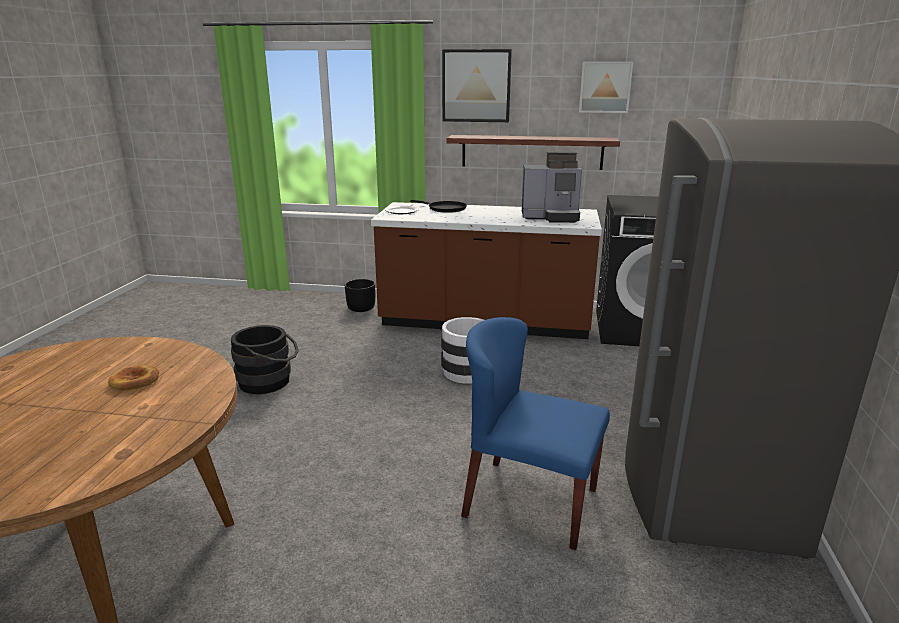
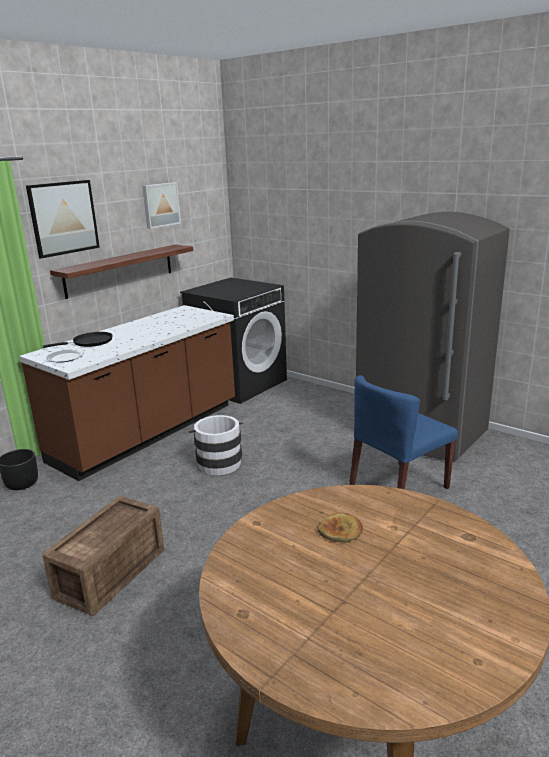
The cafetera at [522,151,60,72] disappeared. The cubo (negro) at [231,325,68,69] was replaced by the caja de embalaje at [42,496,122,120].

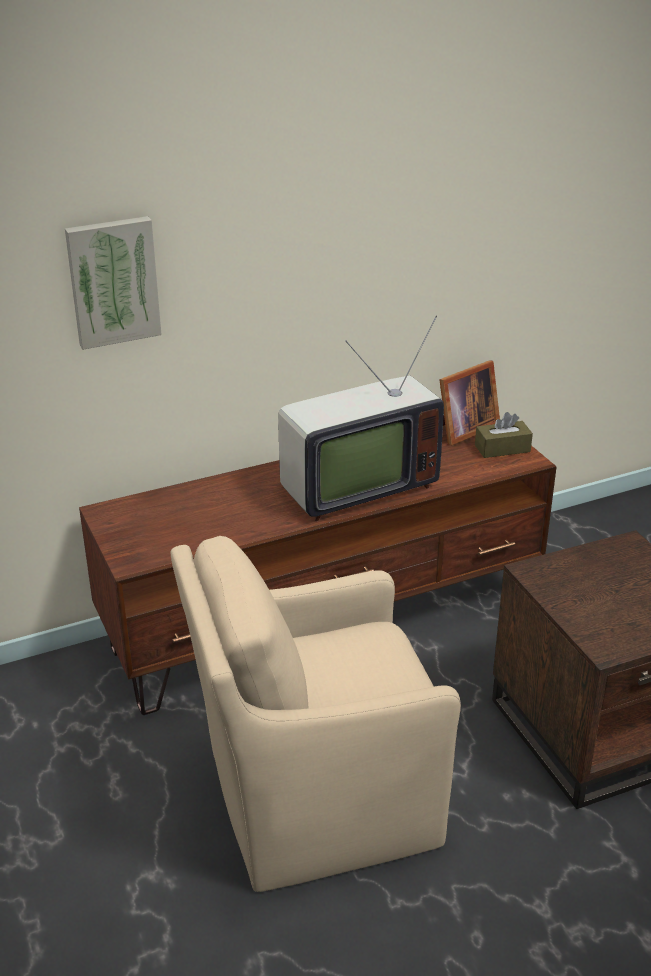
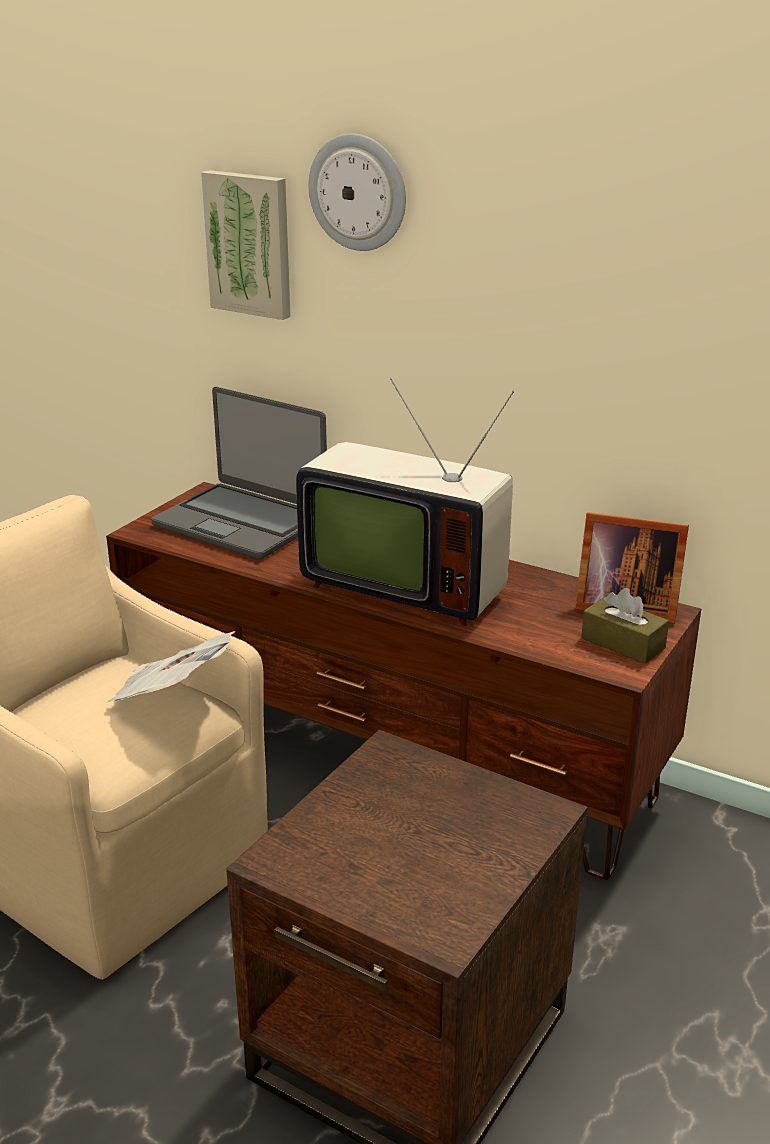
The periódico at [107,631,129,72] appeared. The portátil at [151,387,176,173] appeared. The reloj de pared at [309,133,97,118] appeared.

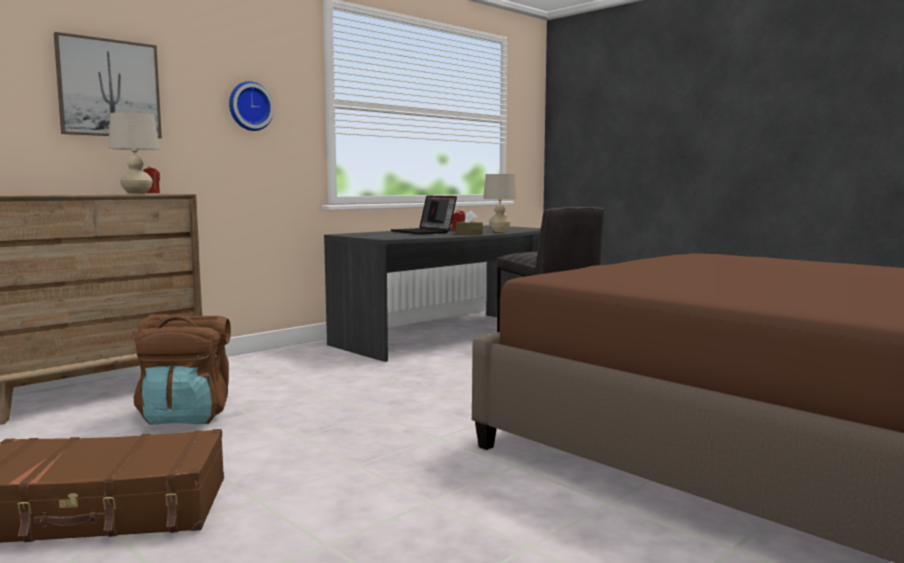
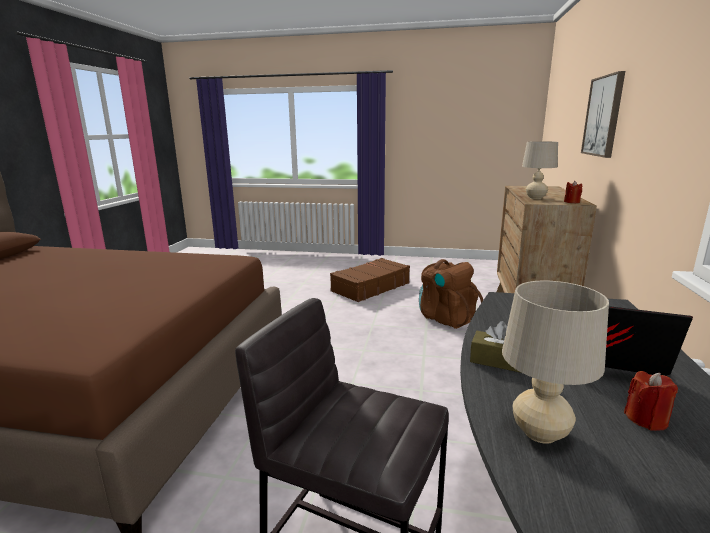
The reloj de pared at [229,81,45,50] disappeared.

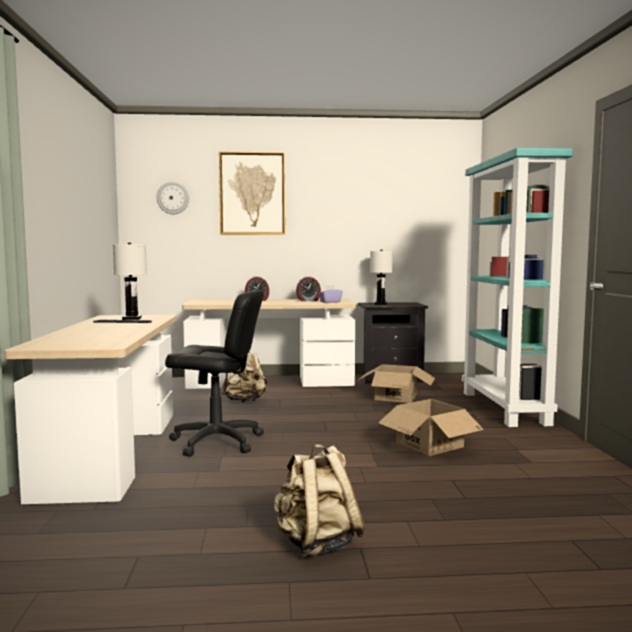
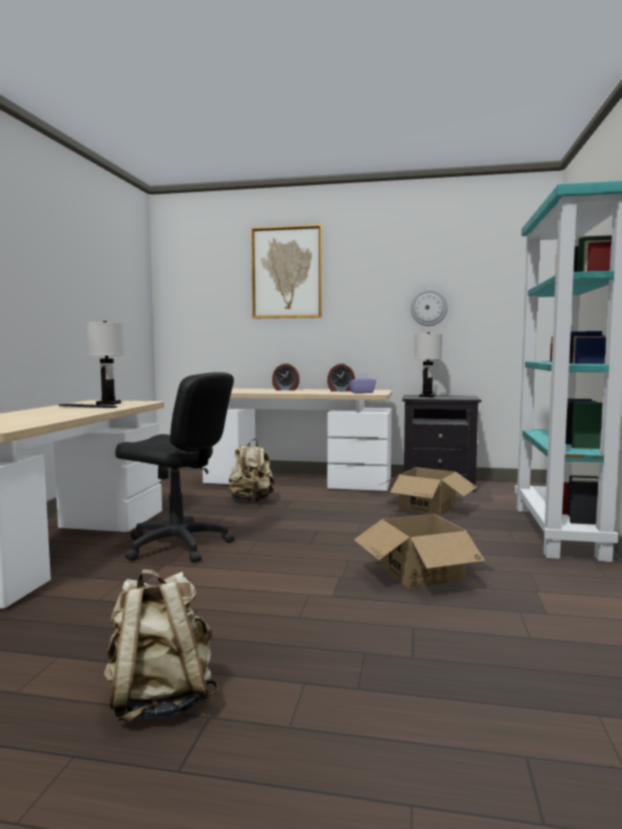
The reloj de pared moved from [157,182,32,32] to [410,289,38,37].

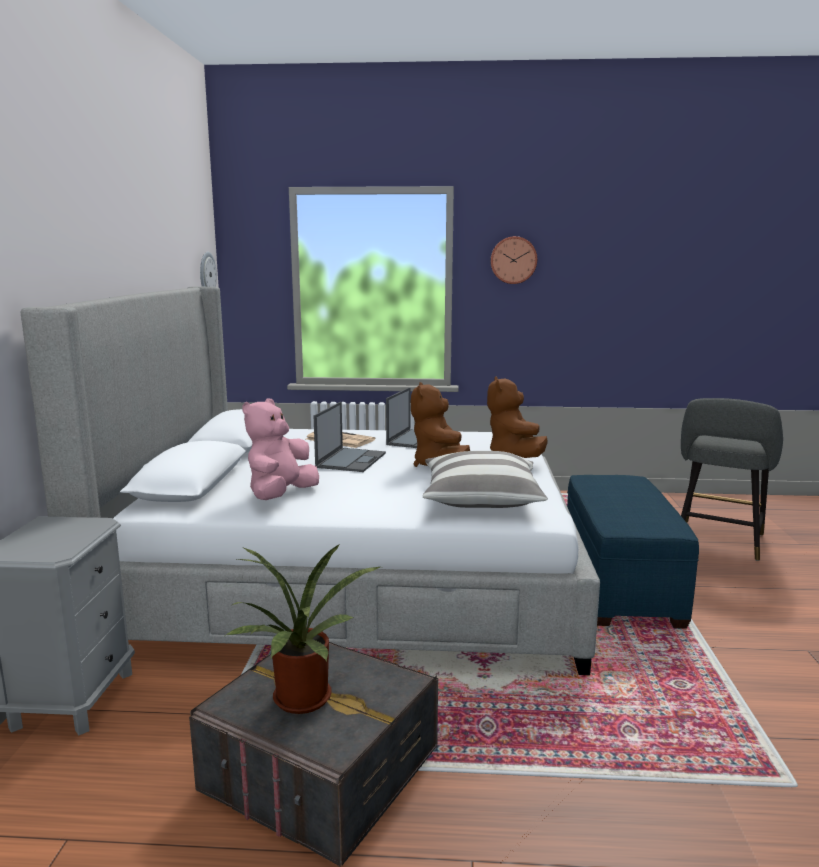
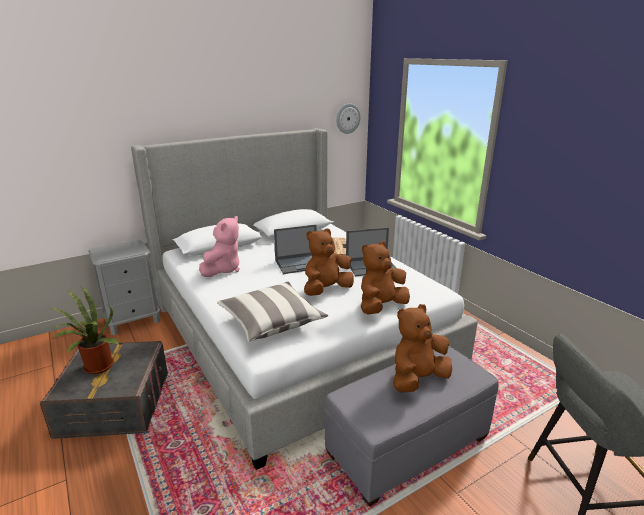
The reloj de pared at [490,236,47,48] disappeared. The peluche (marrón) at [393,304,59,88] appeared. The puf (azul) at [567,475,132,154] became the puf (gris) at [325,346,173,161]. The peluche (rosa) at [242,399,77,101] turned 120 degrees clockwise.

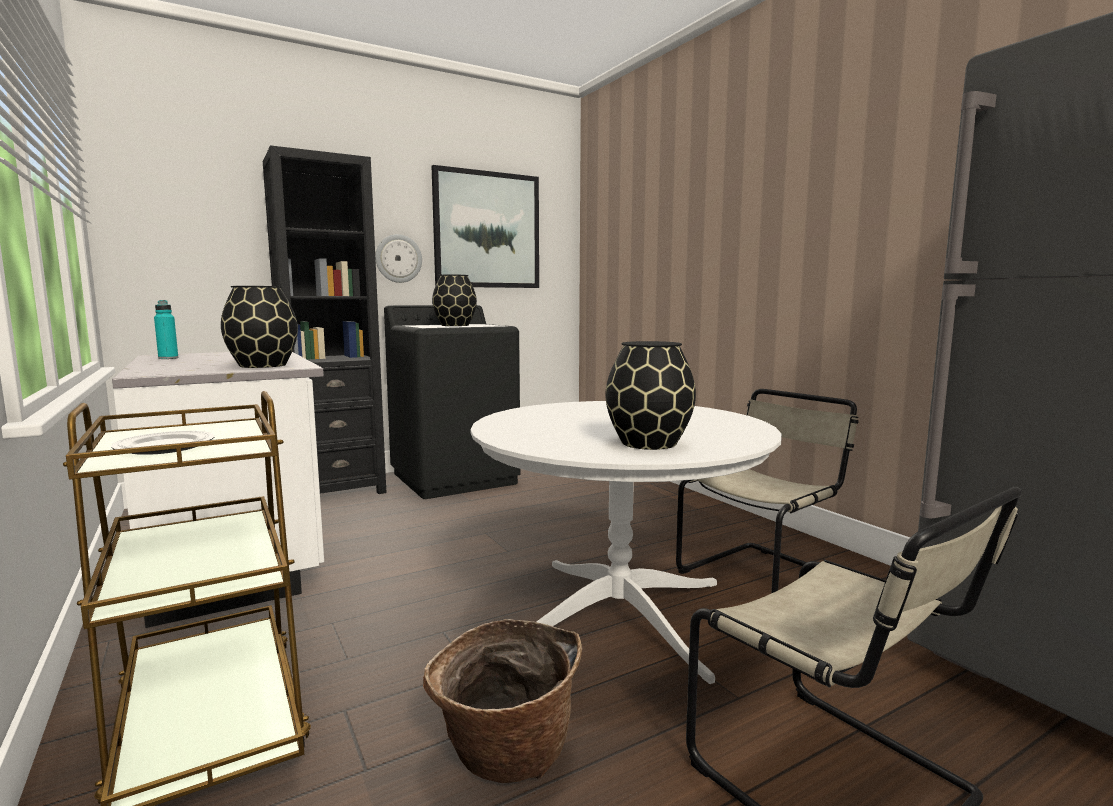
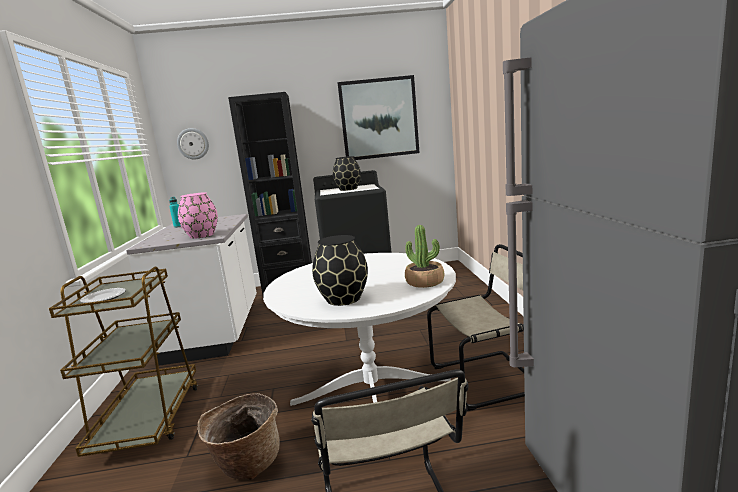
The planta en maceta at [405,225,39,63] appeared. The reloj de pared moved from [375,234,47,49] to [177,128,32,32]. The florero (negro) at [221,286,77,82] became the florero (rosa) at [178,192,40,47].

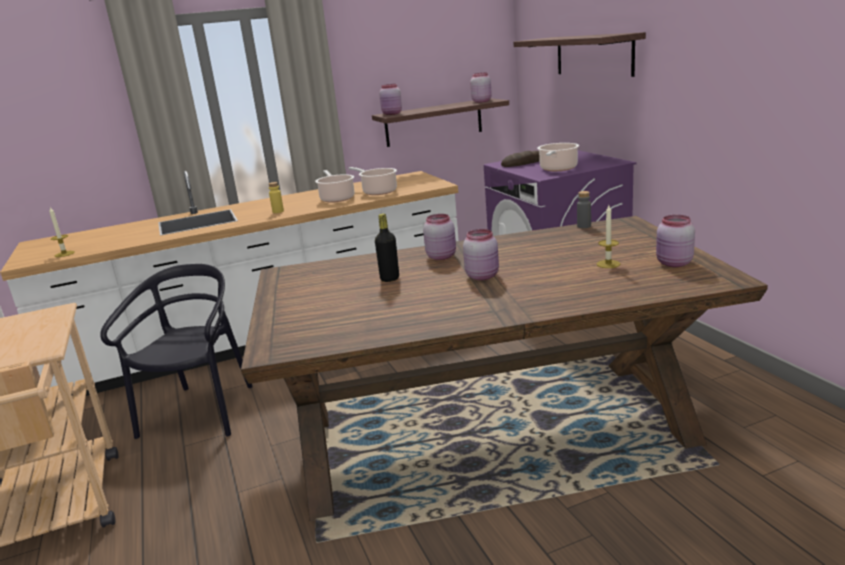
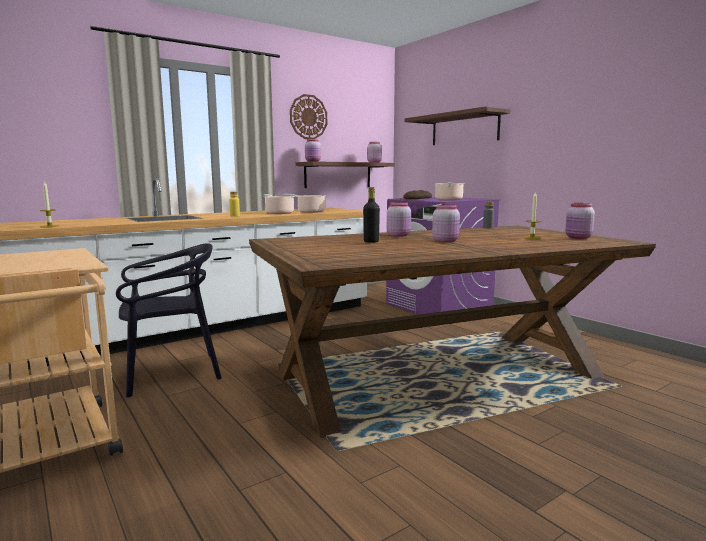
The reloj de pared at [290,94,37,45] appeared. The silla (negro) at [100,264,153,175] turned 75 degrees clockwise.

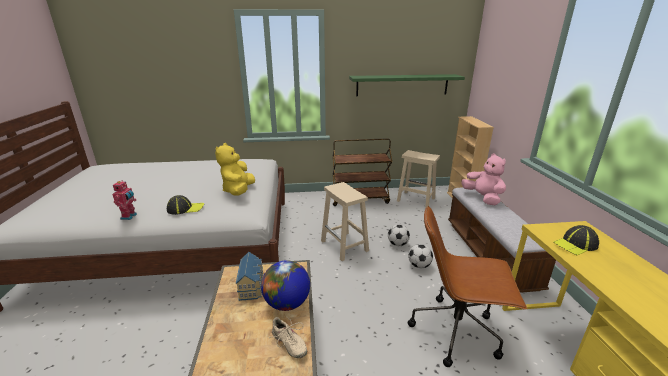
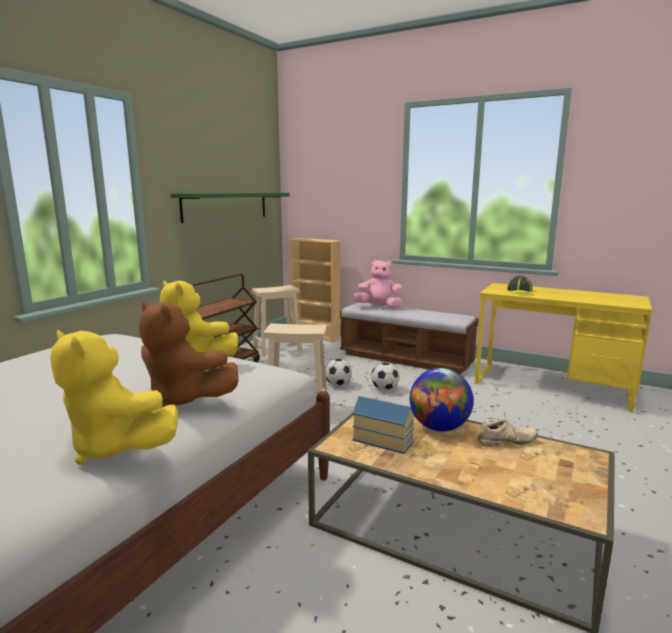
The silla de oficina (marrón) at [408,206,119,161] disappeared. The robot de juguete at [112,181,25,39] was replaced by the peluche (amarillo) at [50,330,128,135]. The gorra at [167,195,37,20] was replaced by the peluche (marrón) at [139,302,100,105].

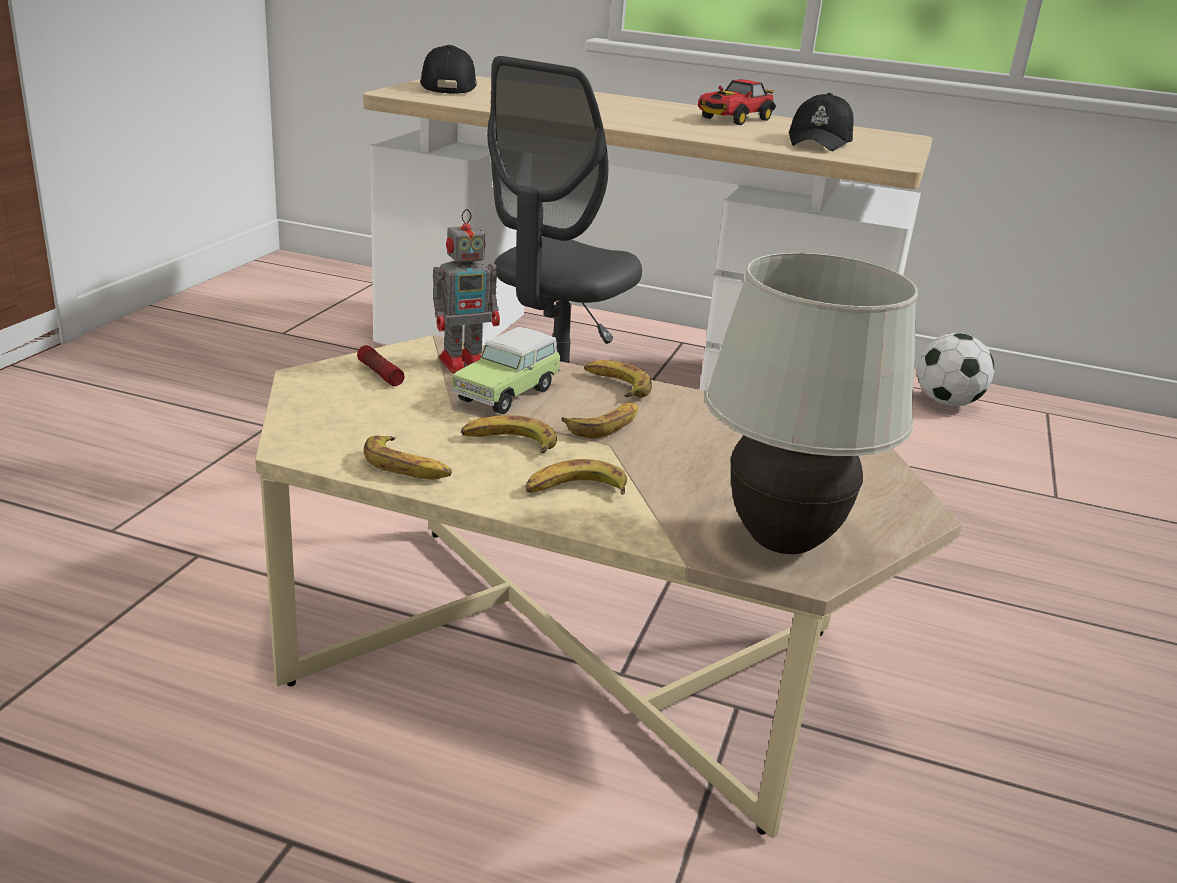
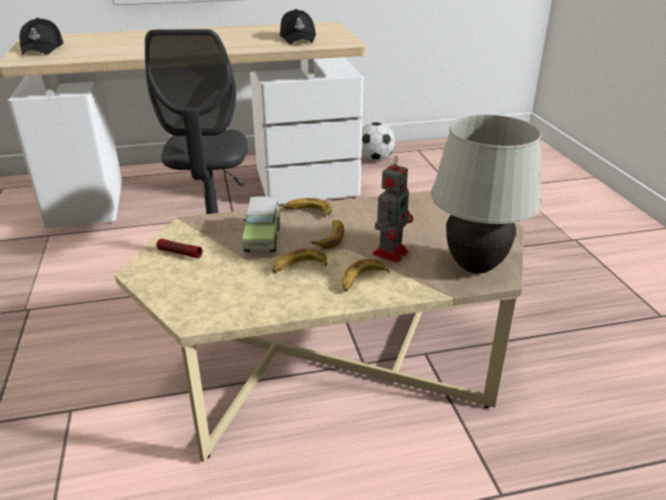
The plátano at [364,436,88,43] disappeared. The coche de juguete at [698,79,78,46] disappeared. The robot de juguete moved from [433,209,67,165] to [372,156,41,107]. The gorra (negro) at [420,45,57,49] turned 150 degrees counterclockwise.

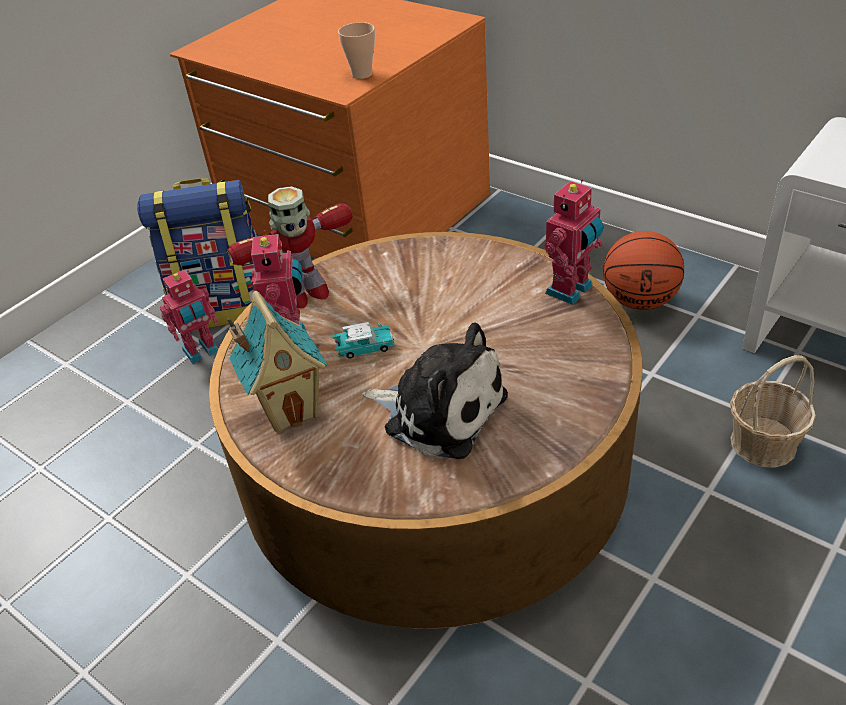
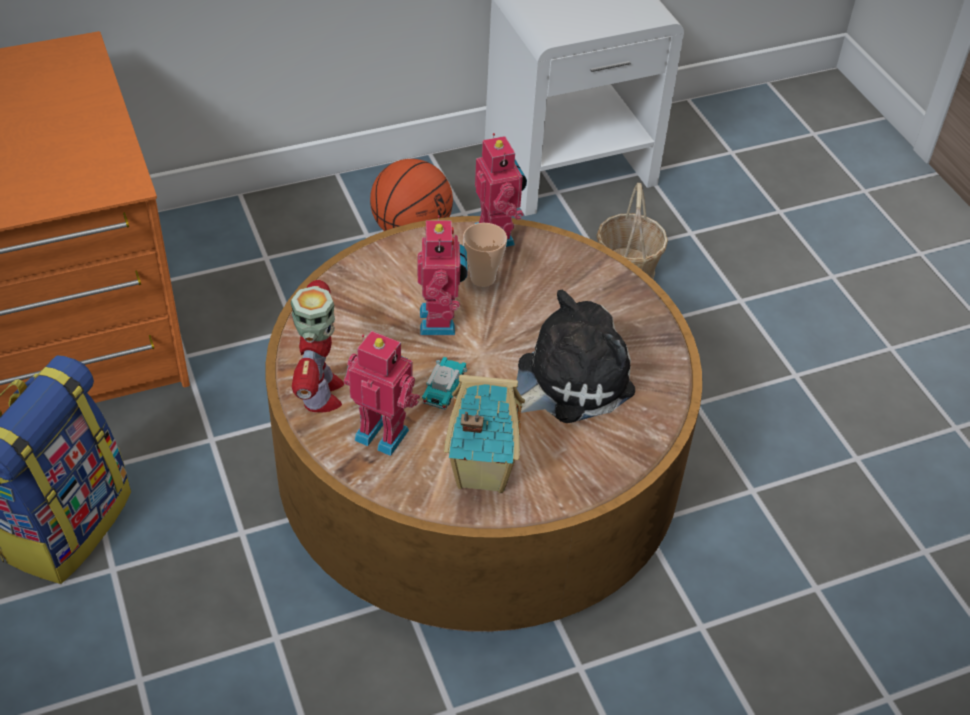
The robot de juguete moved from [160,270,58,94] to [418,215,50,120]. The taza moved from [338,22,37,57] to [463,223,44,64].

